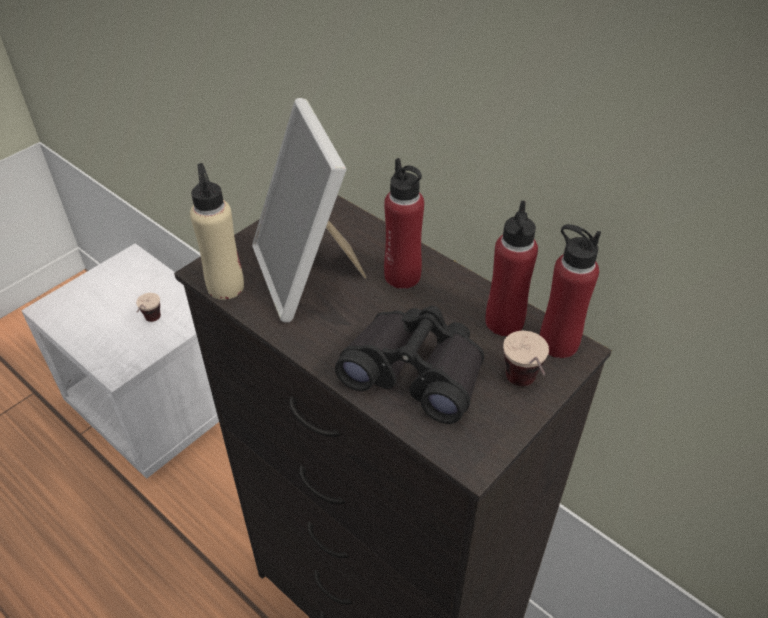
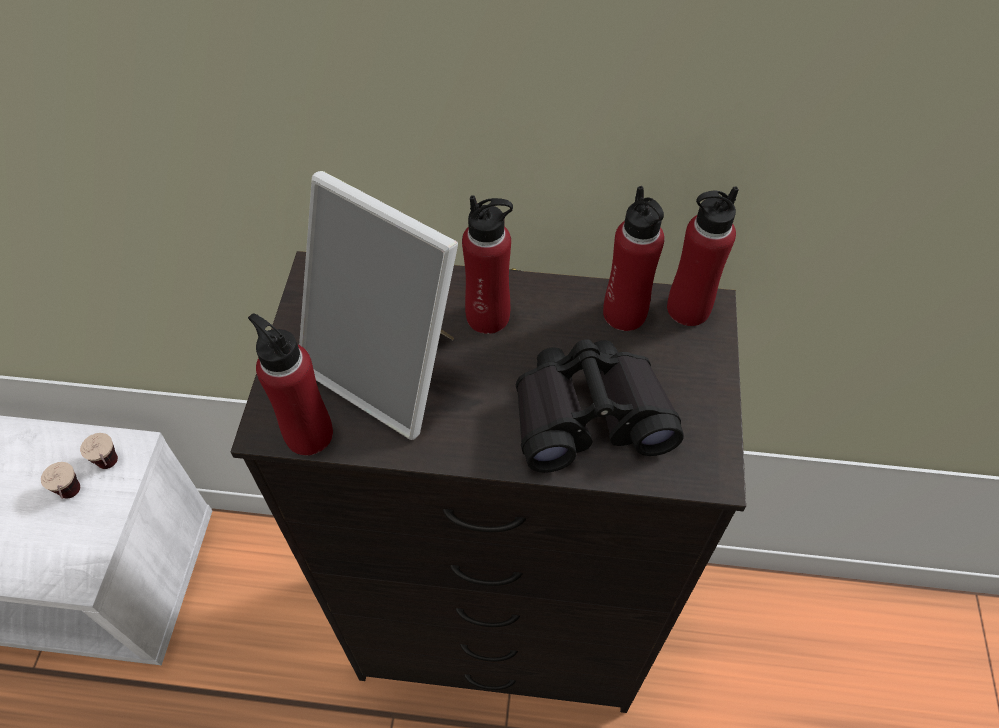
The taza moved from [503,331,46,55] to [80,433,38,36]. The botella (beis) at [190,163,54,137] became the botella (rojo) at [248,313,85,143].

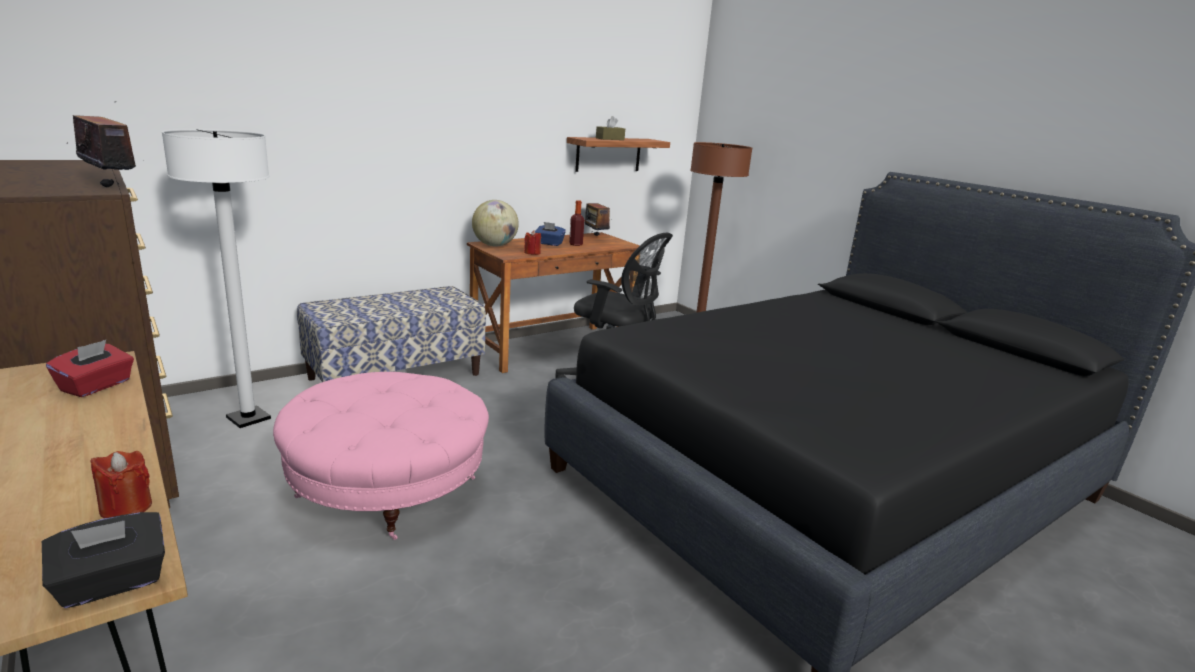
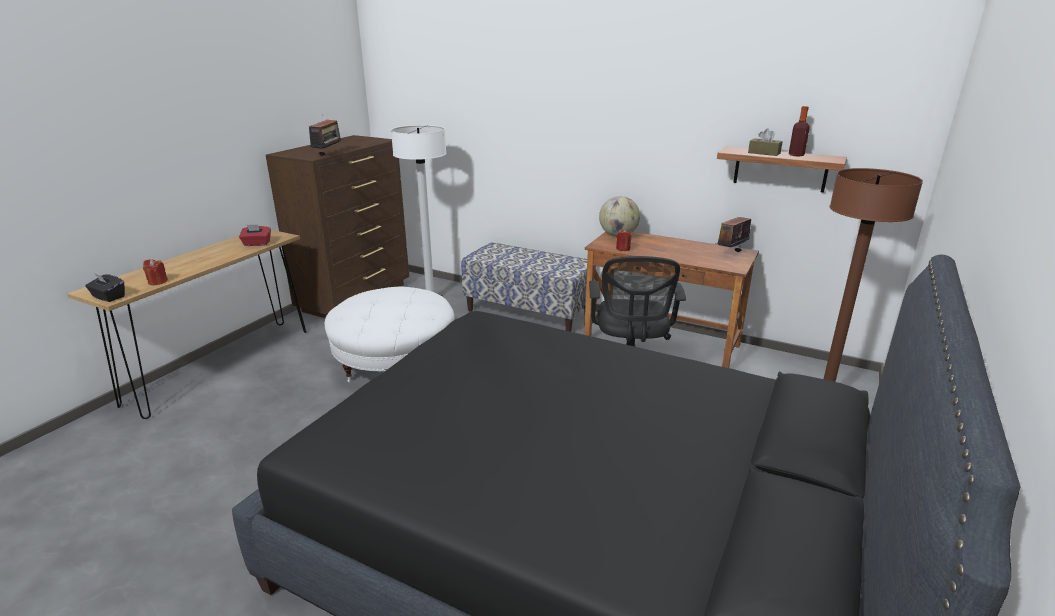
The caja de pañuelos (azul) at [535,222,31,24] disappeared. The botella moved from [569,200,15,46] to [789,106,21,50]. The puf (rosa) at [273,372,216,168] became the puf (blanco) at [325,287,129,95].

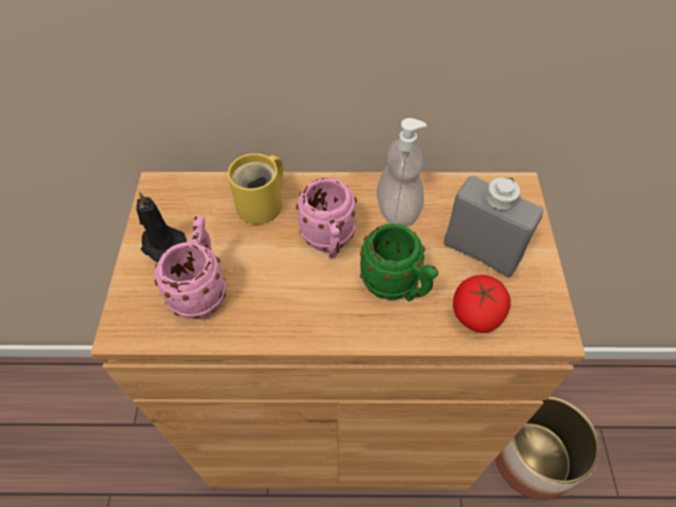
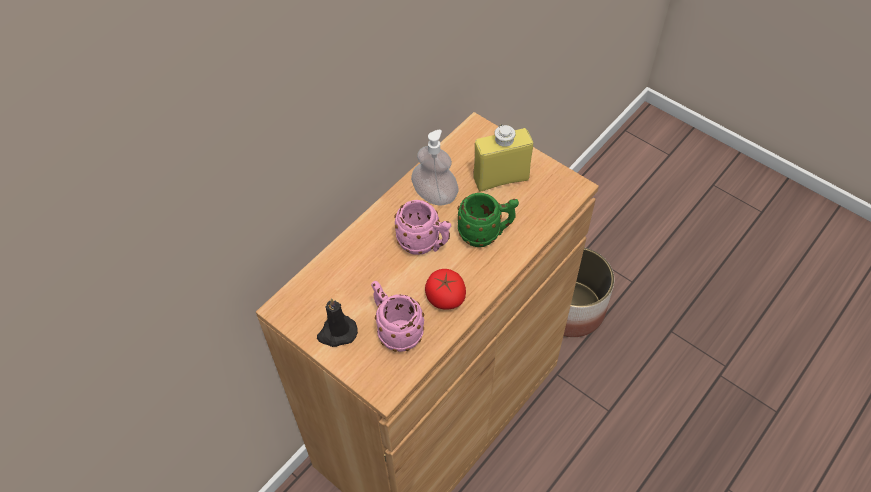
The taza grande (amarillo) at [228,153,55,72] disappeared. The tomate moved from [453,275,58,58] to [425,269,41,41]. The botella (gris) at [444,176,100,102] became the botella (amarillo) at [473,124,60,68].

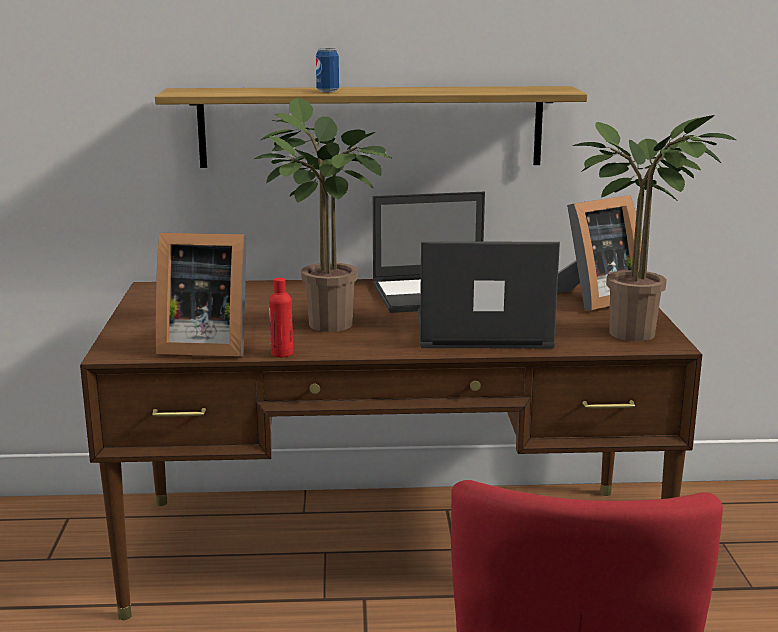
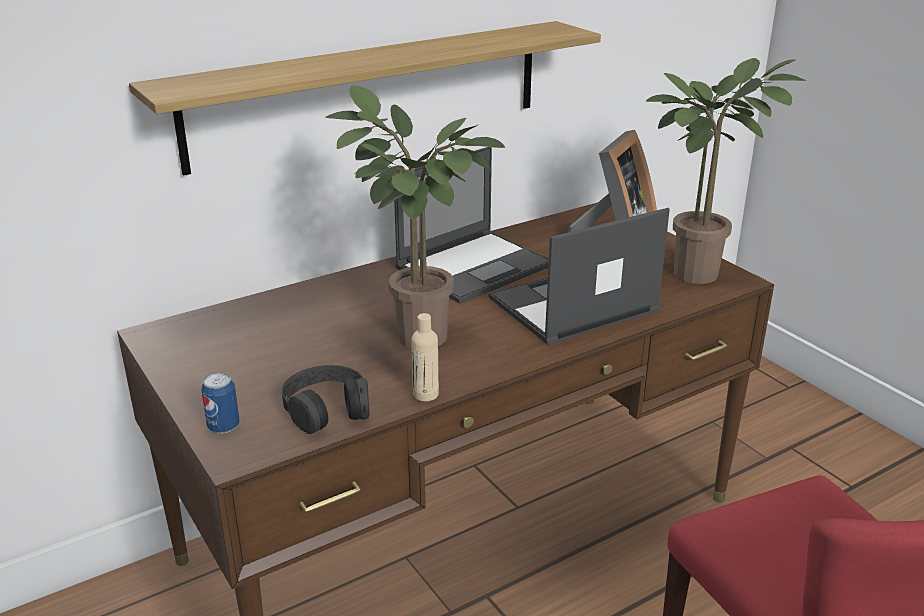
The lata moved from [316,48,23,44] to [201,372,39,62]. The portarretratos at [156,233,91,123] was replaced by the auriculares (negro) at [282,365,88,69]. The botella (rojo) at [269,278,24,79] became the botella (beis) at [411,313,28,88].

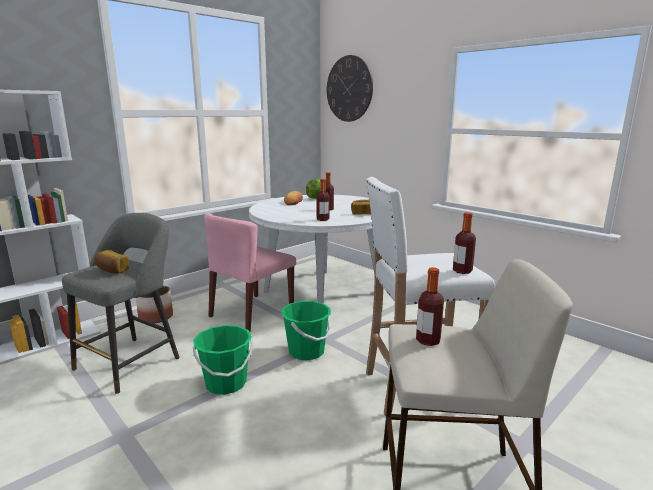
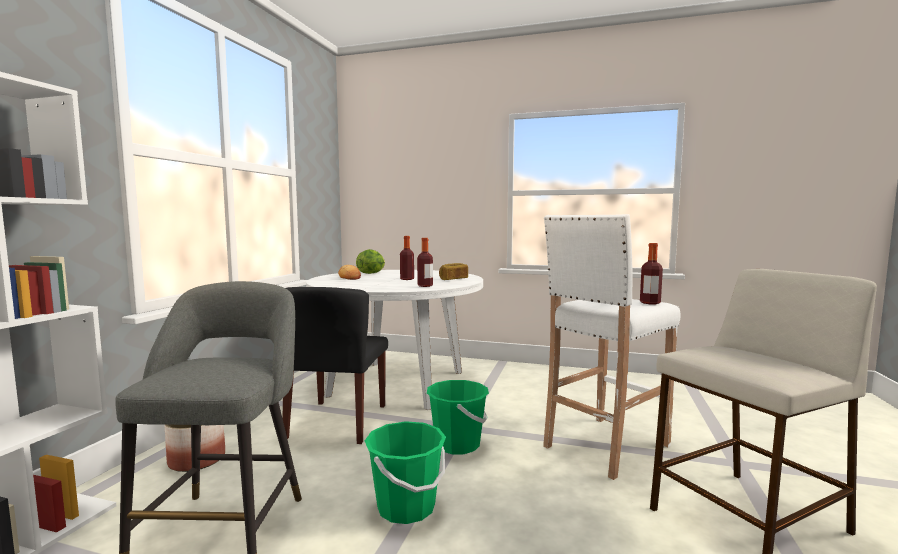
The pan at [94,250,35,24] disappeared. The reloj de pared at [327,55,46,67] disappeared. The botella at [416,267,28,79] disappeared. The silla (rosa) at [204,213,92,119] became the silla (negro) at [282,287,106,157].

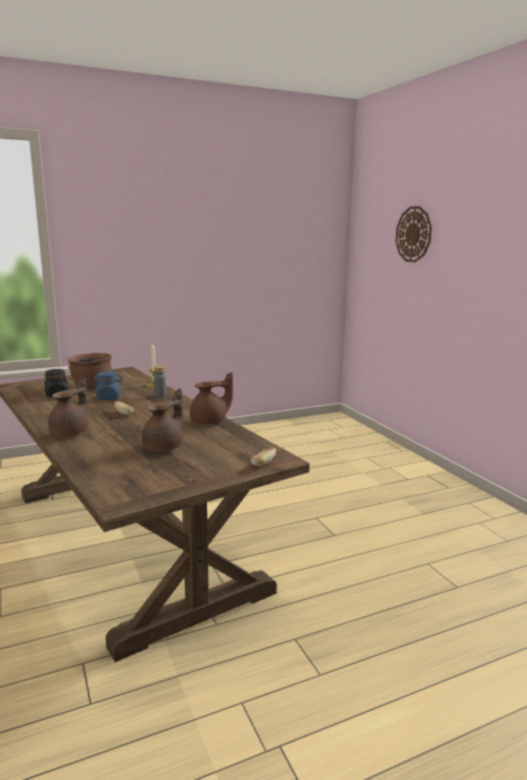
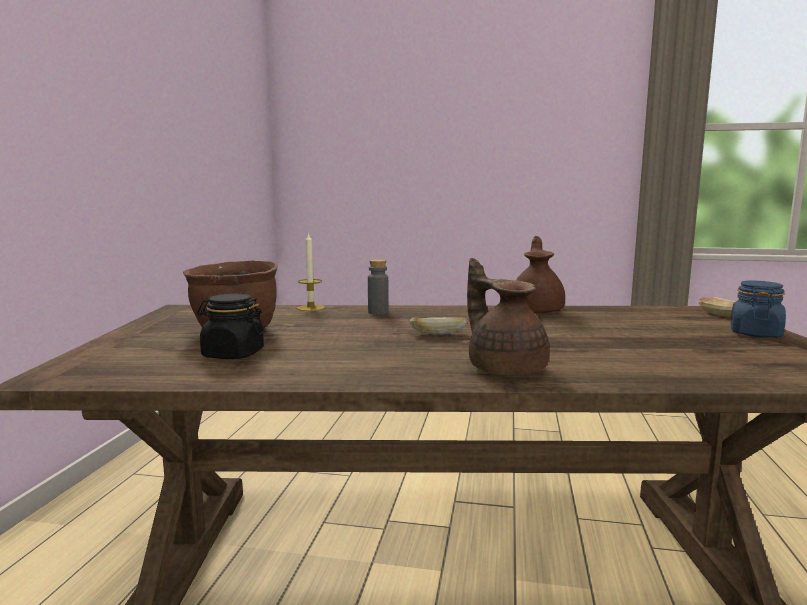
The tetera (marrón) at [142,388,42,64] disappeared. The reloj de pared at [395,206,37,56] disappeared. The tarro (azul) moved from [93,371,30,29] to [730,281,56,56].

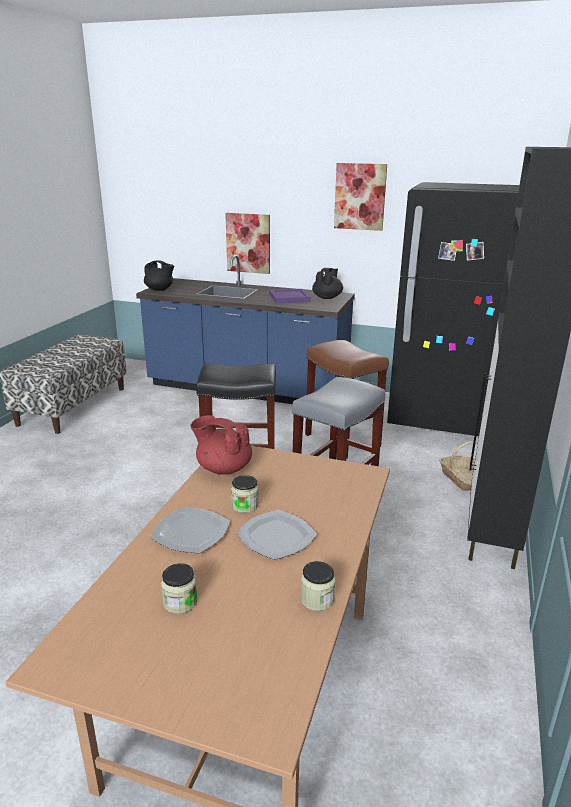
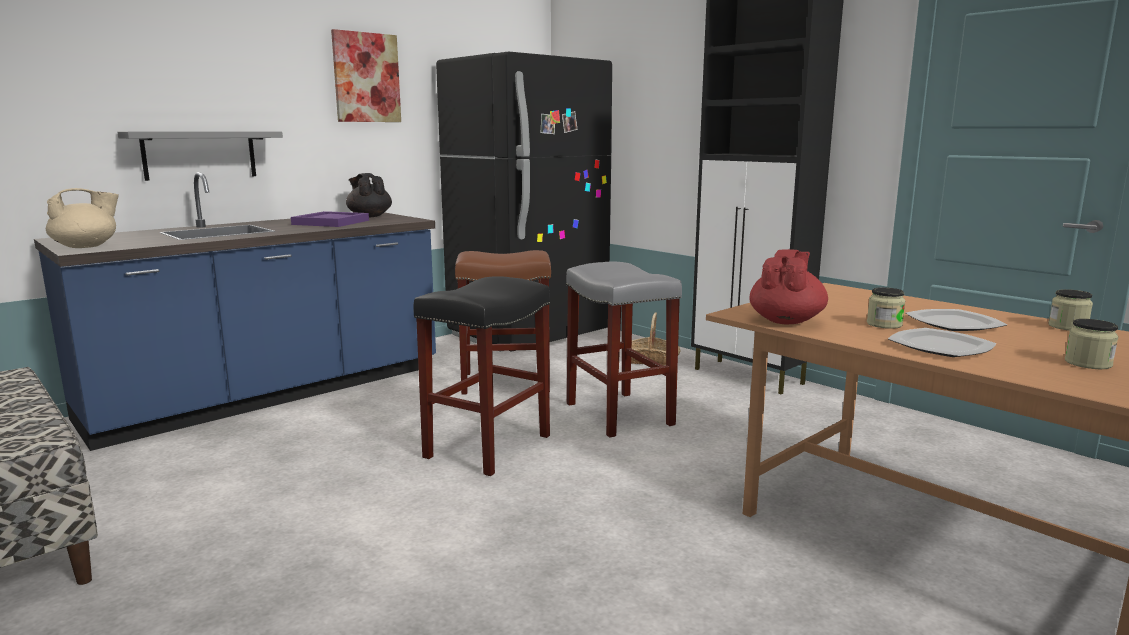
The cuadro at [225,213,45,61] was replaced by the estante (gris) at [118,131,165,50]. The tetera (negro) at [144,260,30,31] became the tetera (beis) at [46,188,73,60]. The tetera (rojo) at [190,415,62,60] turned 150 degrees clockwise.

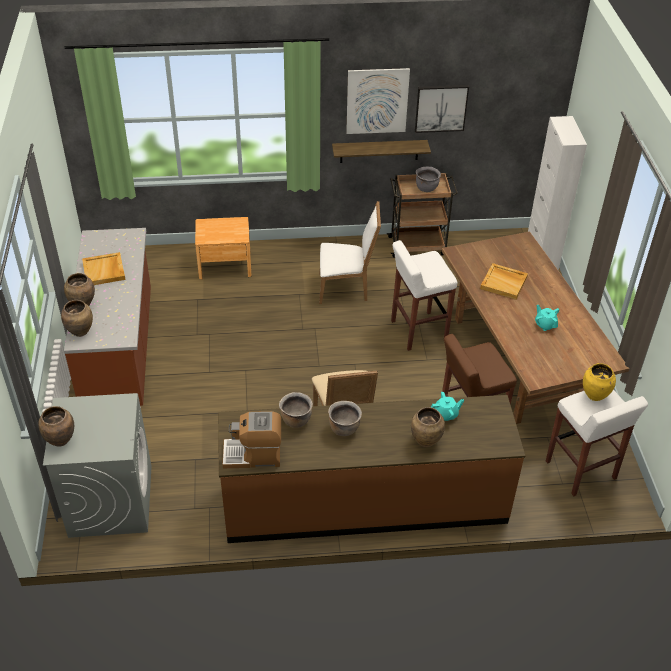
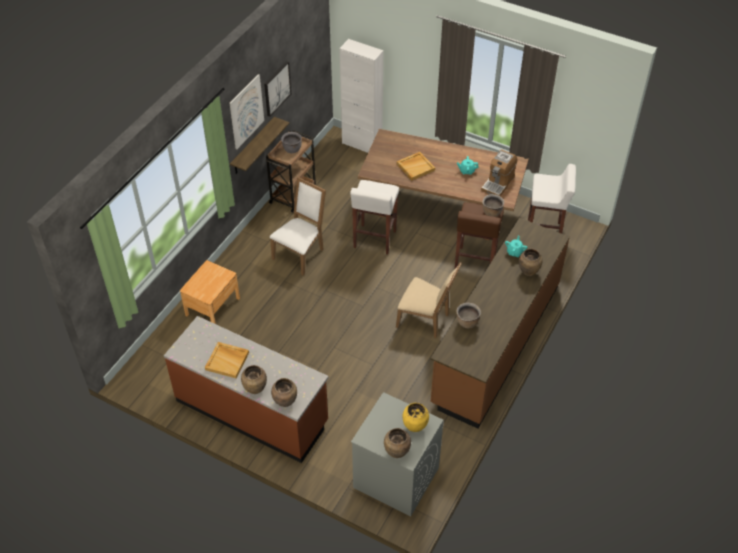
The cafetera moved from [222,411,59,57] to [481,149,36,47]. The olla (marrón) moved from [328,401,34,35] to [483,194,21,23]. The florero (amarillo) moved from [583,363,33,38] to [403,403,26,29].

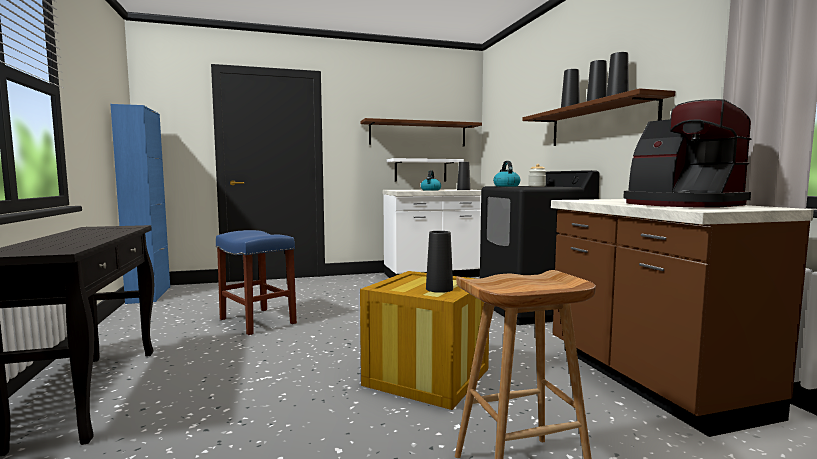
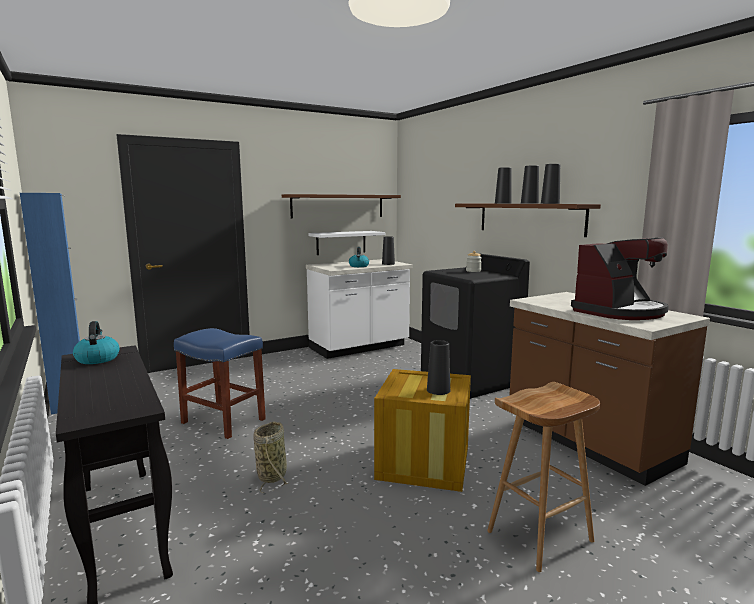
The cesta at [253,422,35,71] appeared. The hervidor moved from [493,161,27,26] to [73,321,46,43]. The cafetera at [623,99,128,109] turned 75 degrees counterclockwise.

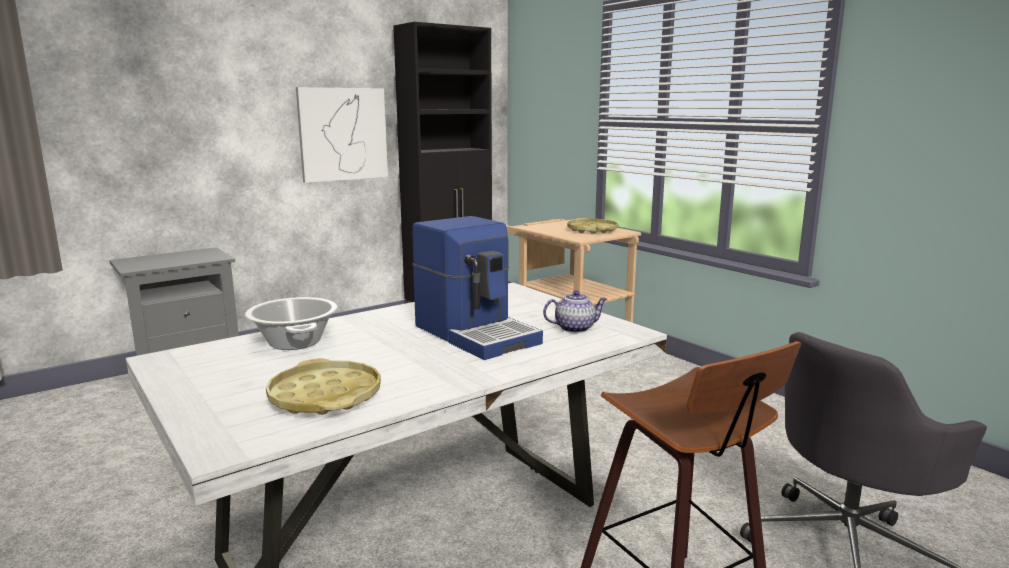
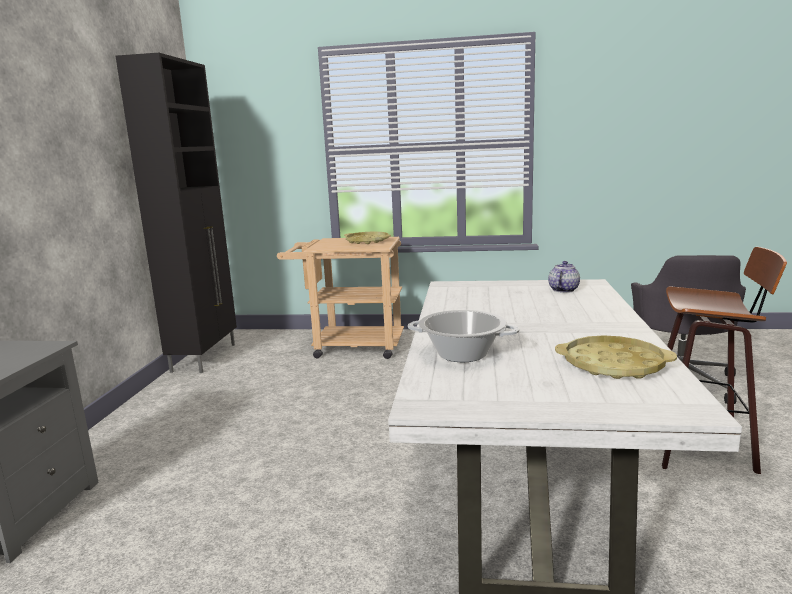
The cuadro at [296,87,92,96] disappeared. The cafetera at [412,216,131,144] disappeared.

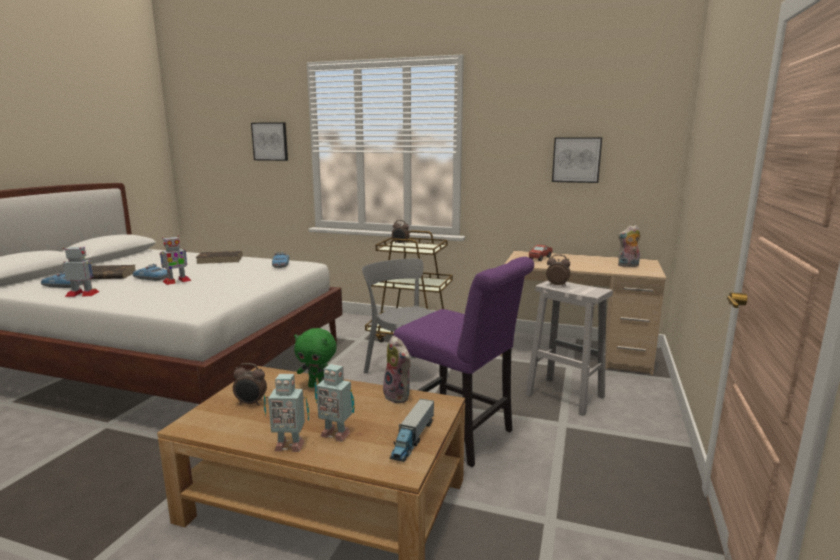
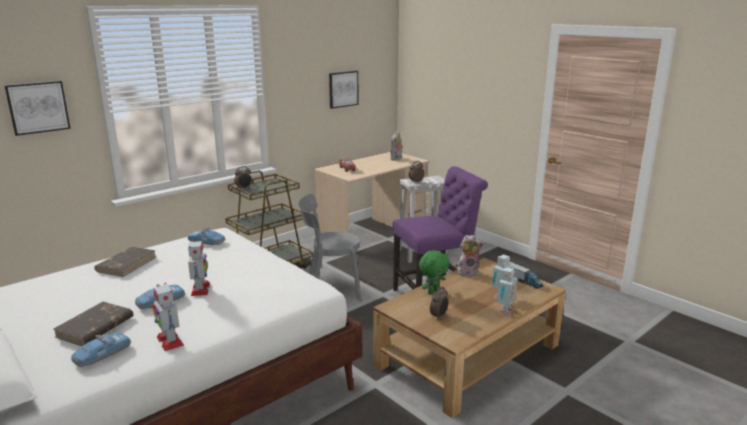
The robot de juguete at [63,247,36,50] turned 60 degrees counterclockwise.

